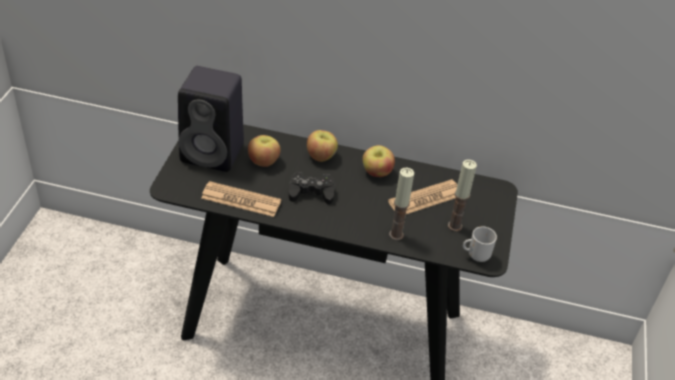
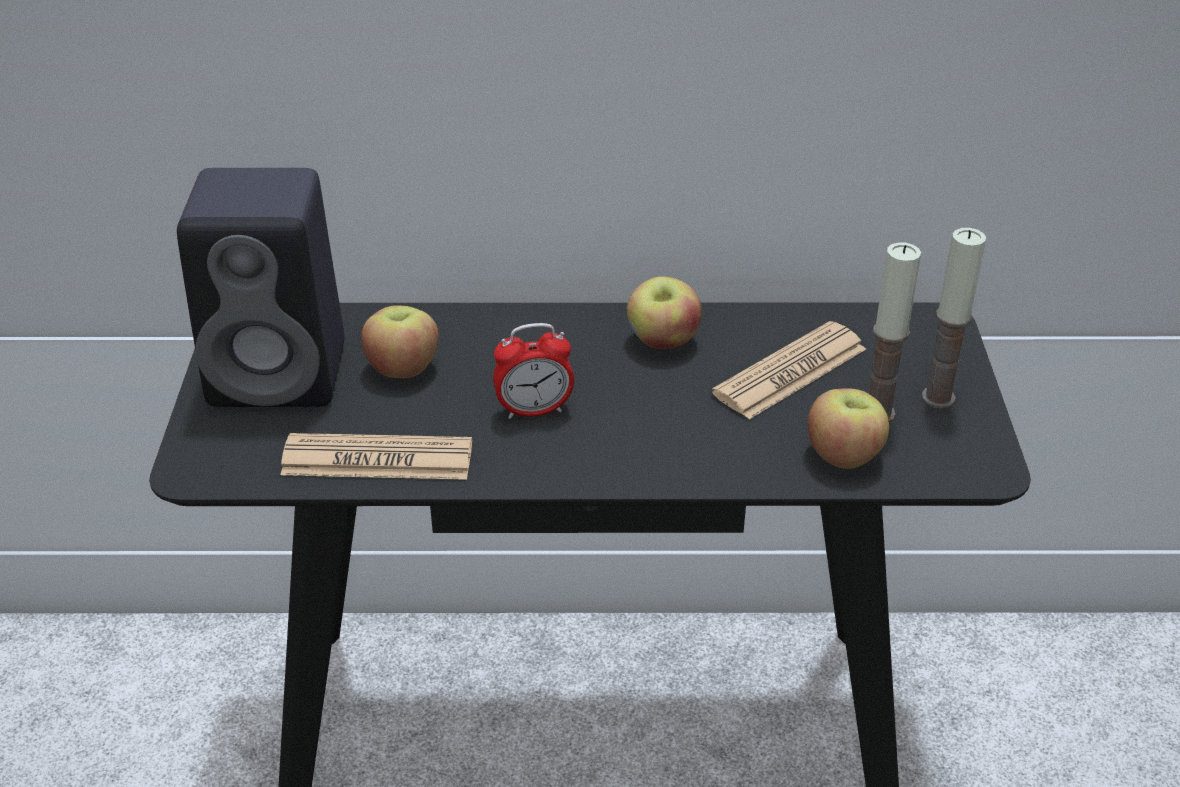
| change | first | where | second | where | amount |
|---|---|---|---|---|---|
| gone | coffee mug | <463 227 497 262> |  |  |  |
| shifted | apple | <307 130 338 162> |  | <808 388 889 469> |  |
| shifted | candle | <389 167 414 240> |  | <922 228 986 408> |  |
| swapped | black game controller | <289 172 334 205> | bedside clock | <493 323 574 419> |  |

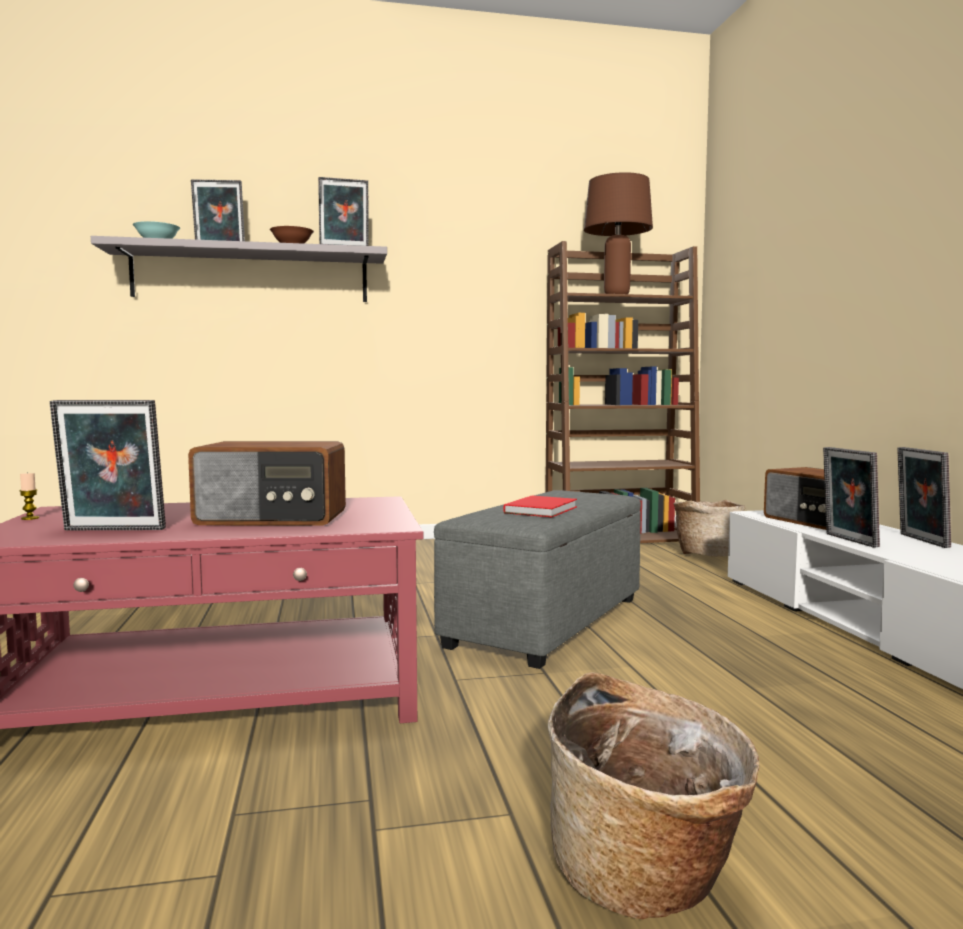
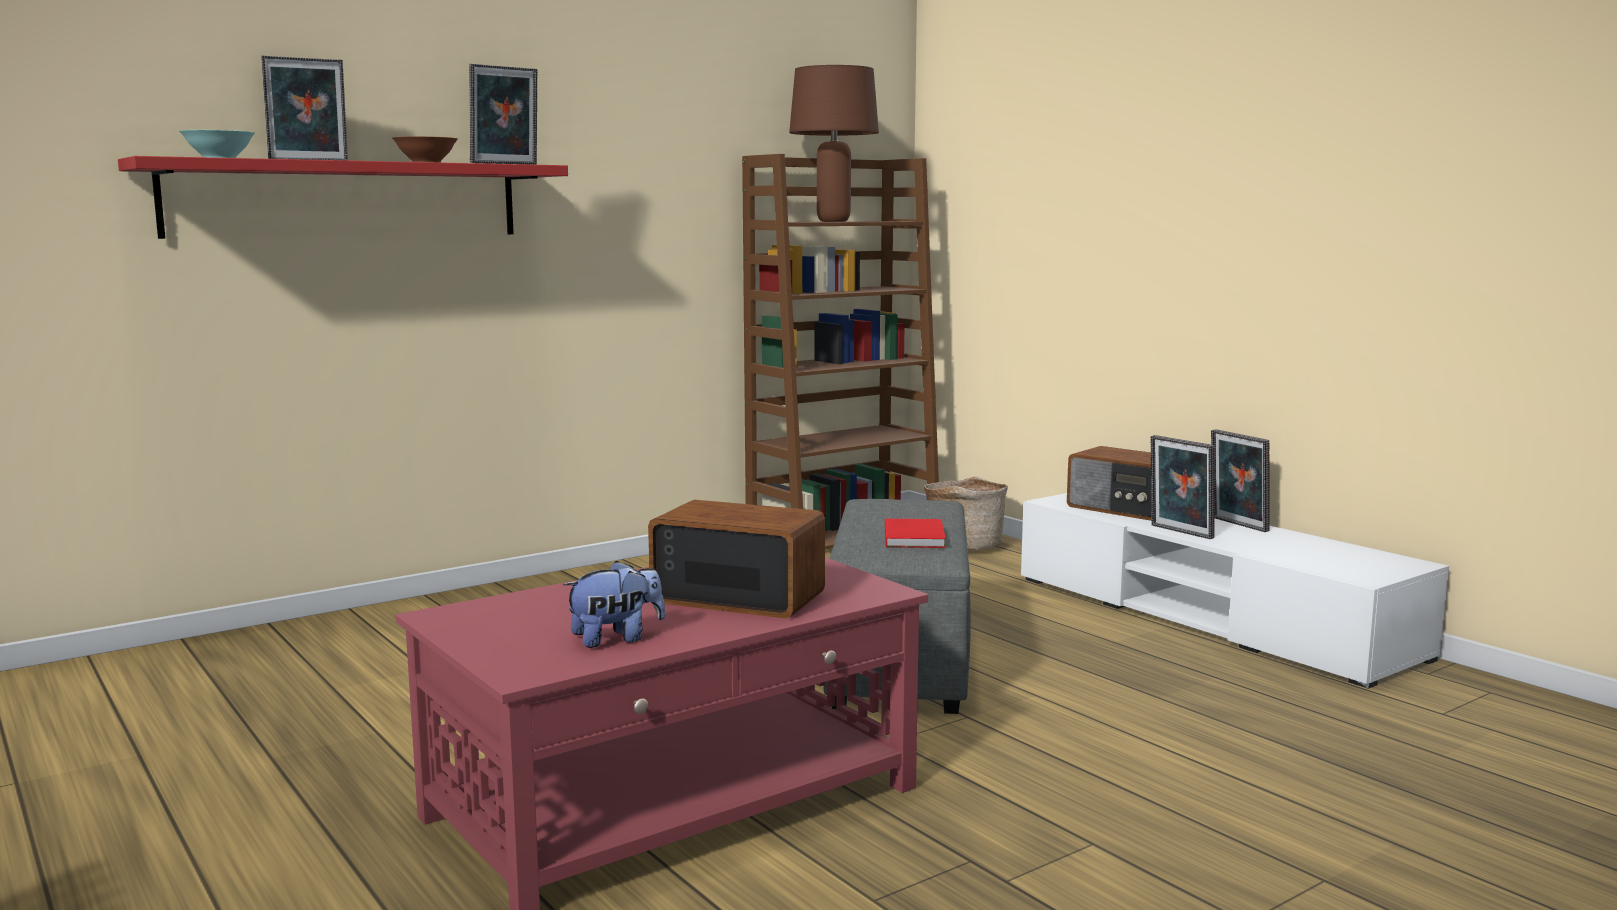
| change | first | where | second | where | amount |
|---|---|---|---|---|---|
| gone | candle | <19 472 39 520> |  |  |  |
| gone | storage basket | <548 672 759 919> |  |  |  |
| swapped | standing frame | <50 400 166 530> | cuddly toy | <563 560 665 648> |  |
| repainted | greyish bracket shelf | <91 236 387 302> | red bracket shelf | <118 156 568 239> |  |
| rotated | radio receiver | <188 441 346 526> |  | <648 500 825 618> | 135 degrees counterclockwise |

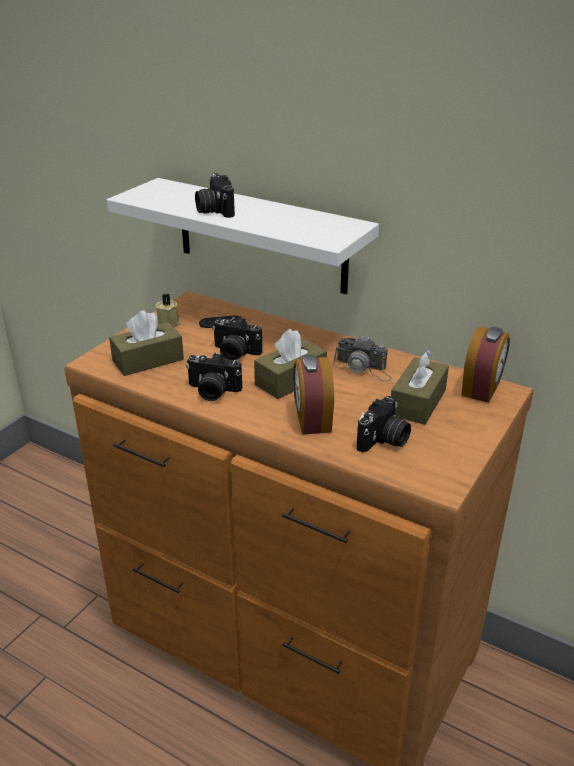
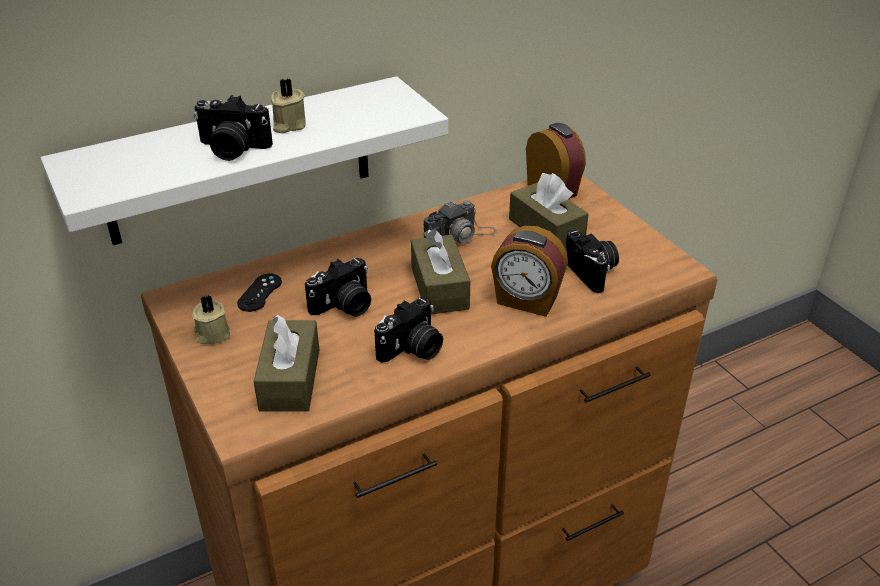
| change | first | where | second | where | amount |
|---|---|---|---|---|---|
| new |  |  | sand-coloured candle | <271 78 306 134> |  |

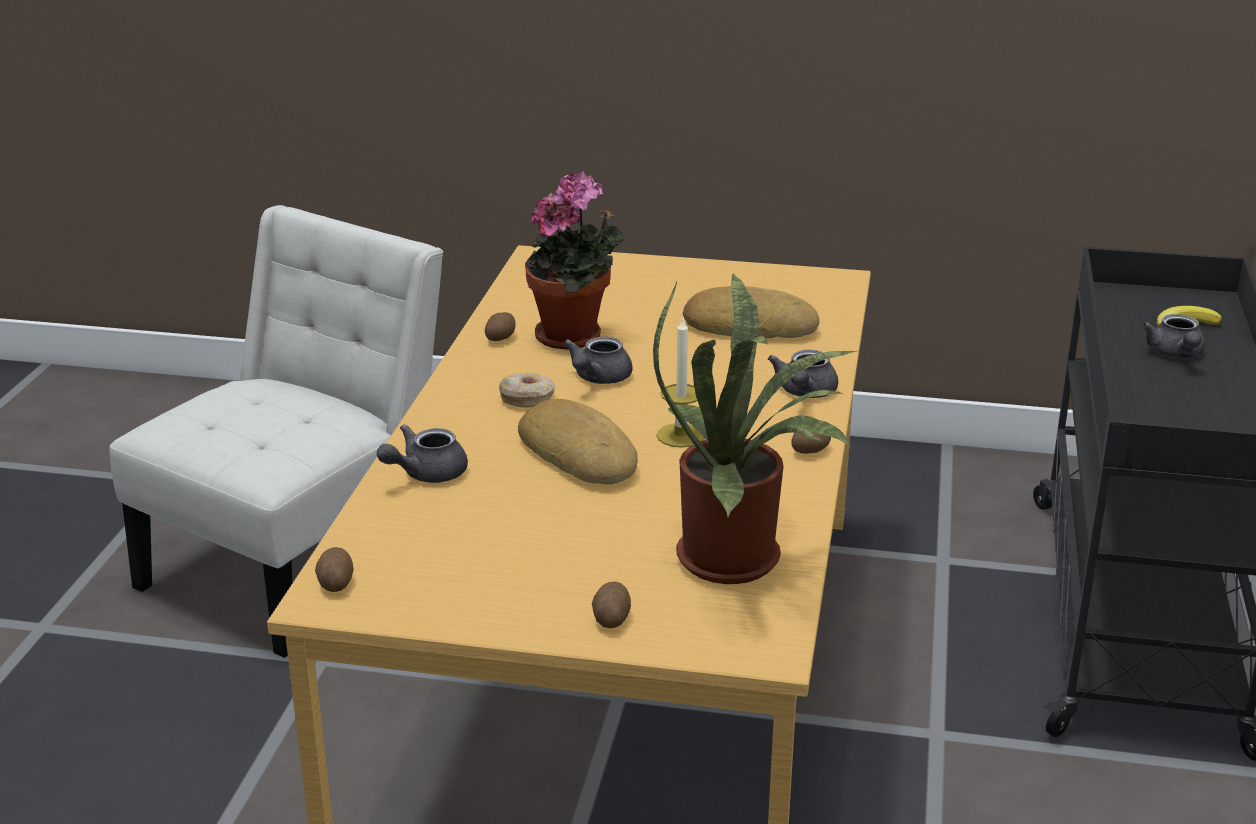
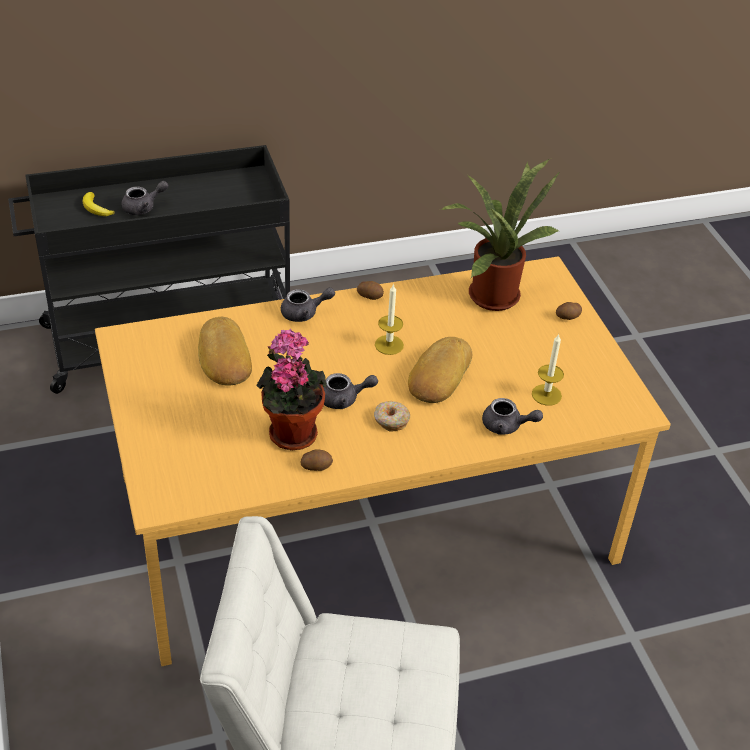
| change | first | where | second | where | amount |
|---|---|---|---|---|---|
| gone | potato | <315 547 354 592> |  |  |  |
| new |  |  | candle | <532 333 564 406> |  |

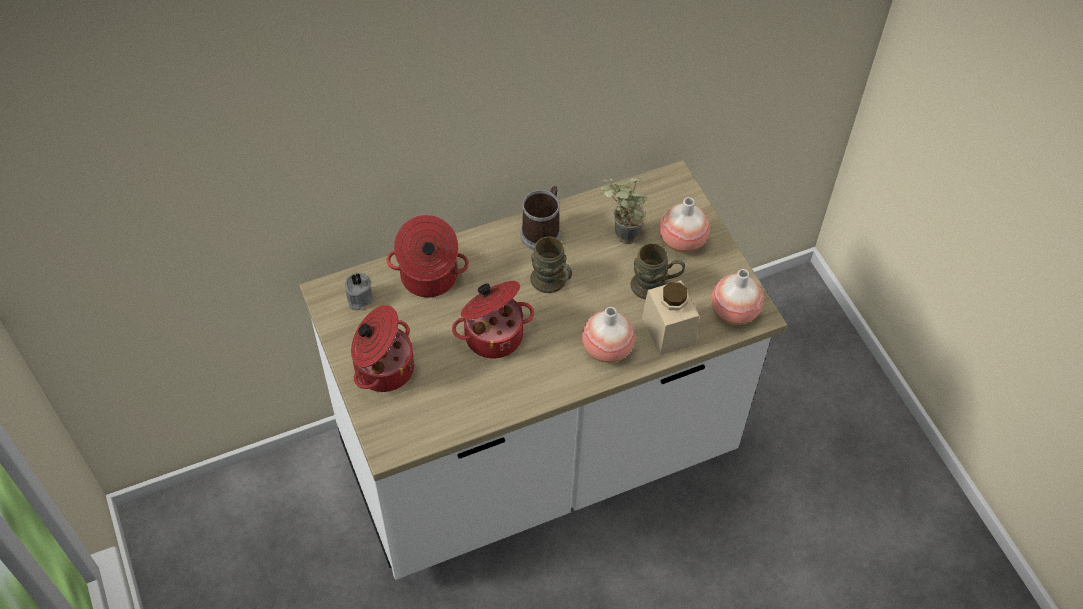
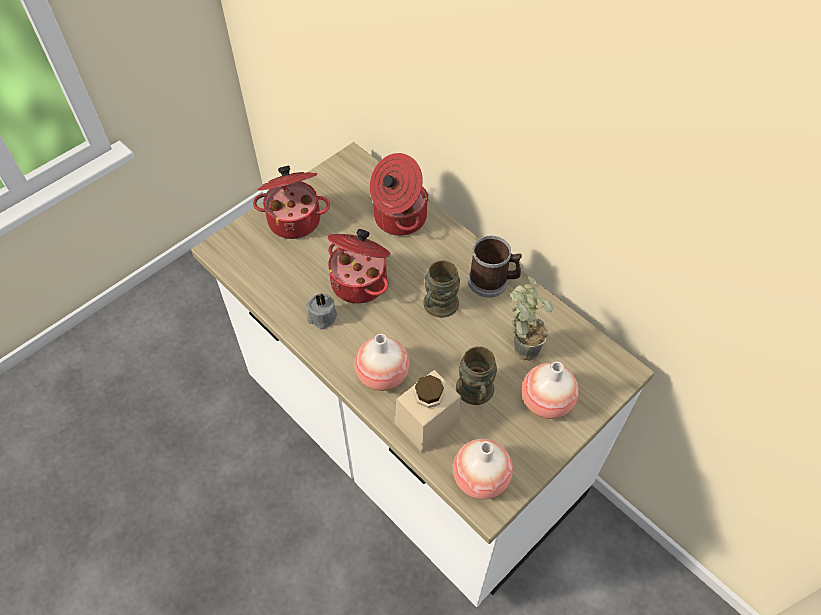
| change | first | where | second | where | amount |
|---|---|---|---|---|---|
| shifted | greyish candle | <345 273 373 310> |  | <307 294 337 329> |  |

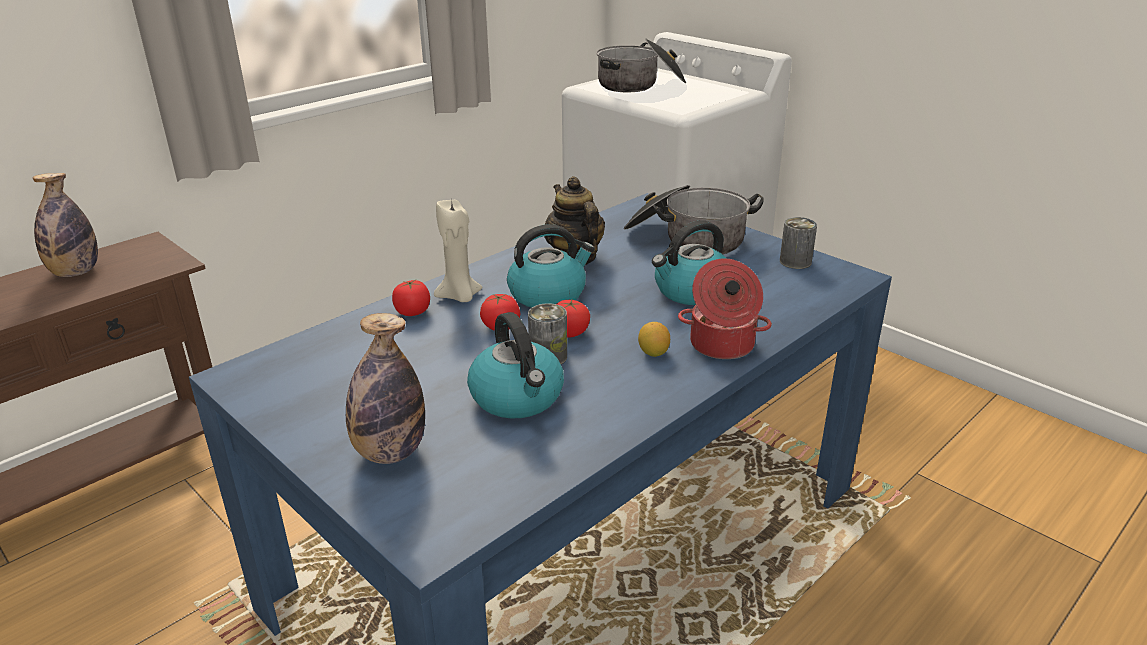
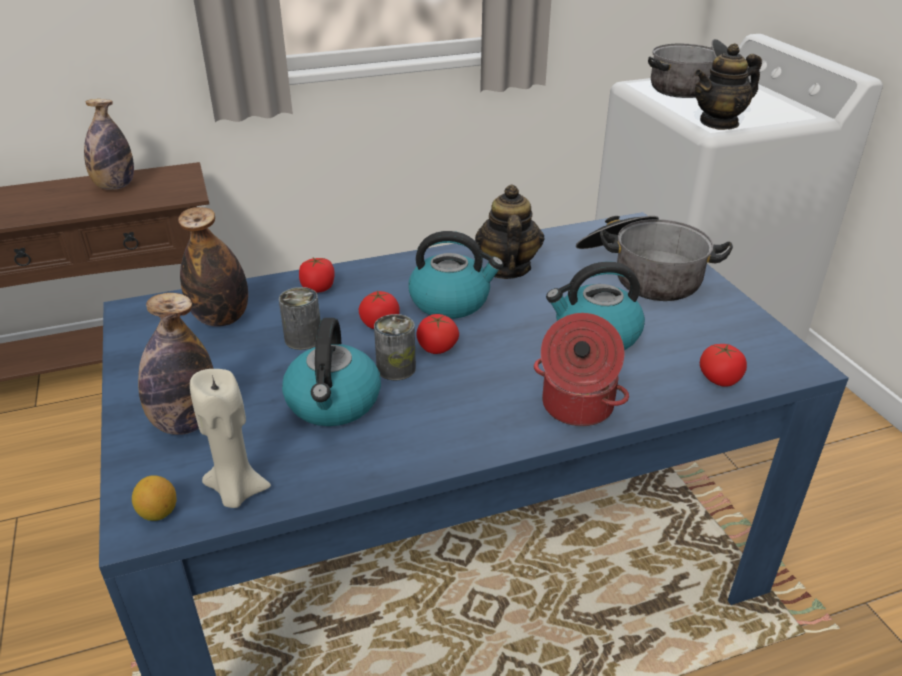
| change | first | where | second | where | amount |
|---|---|---|---|---|---|
| new |  |  | bottle | <178 207 248 327> |  |
| new |  |  | teapot | <695 43 762 130> |  |
| new |  |  | tomato | <700 344 747 387> |  |
| shifted | sand-coloured candle | <434 200 483 302> |  | <190 369 271 508> |  |
| shifted | citrus fruit | <638 322 670 357> |  | <132 475 176 521> |  |
| shifted | sealed can | <780 217 817 269> |  | <279 287 320 350> |  |

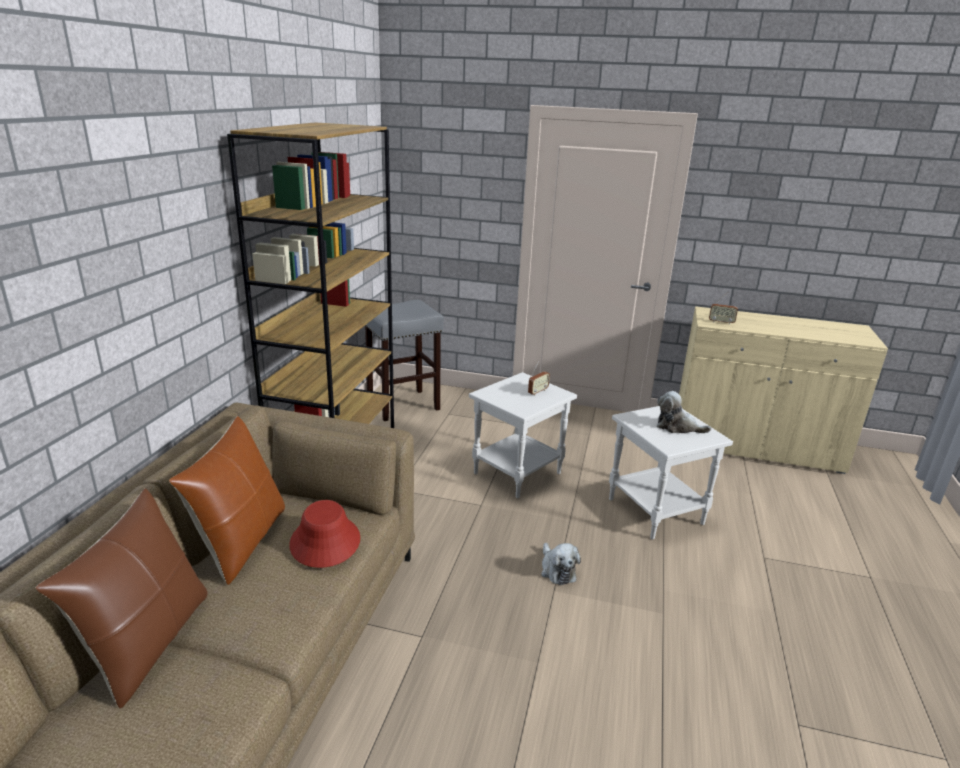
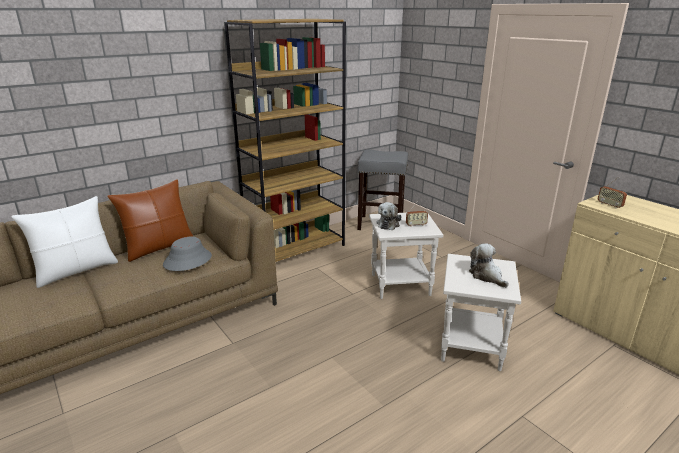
| change | first | where | second | where | amount |
|---|---|---|---|---|---|
| shifted | cuddly toy | <541 543 581 585> |  | <376 202 402 230> |  |
| repainted | brown-coloured cushion | <35 488 207 708> | white cushion | <11 196 118 288> |  |
| repainted | red clothing hat | <289 500 360 568> | greyish clothing hat | <163 237 212 271> |  |

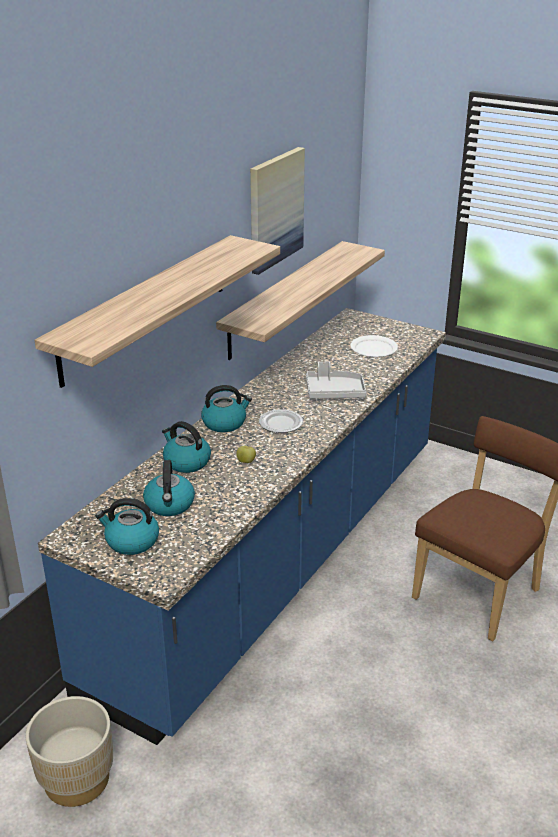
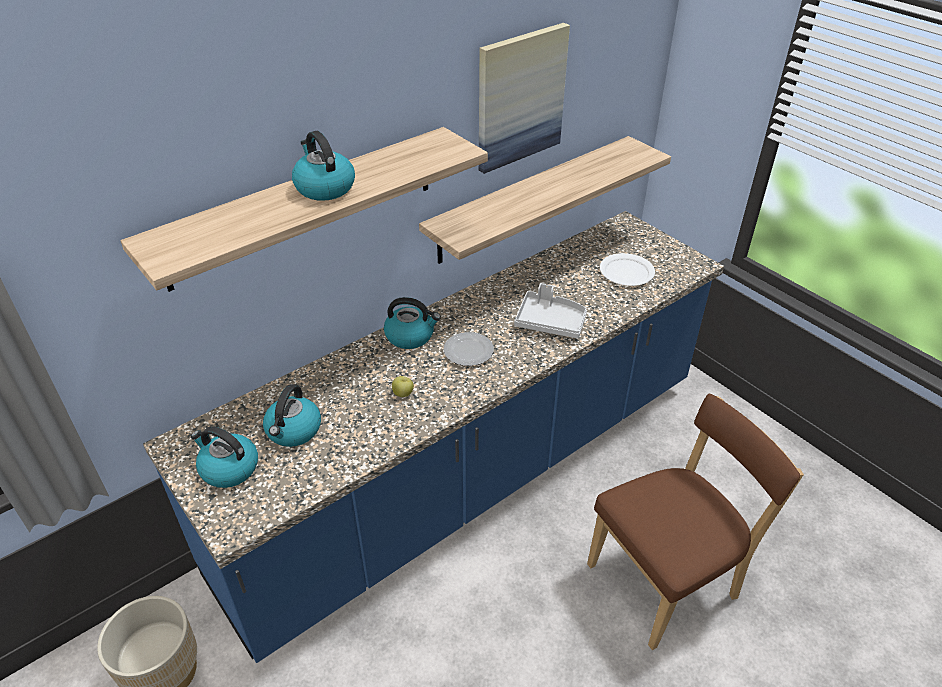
| change | first | where | second | where | amount |
|---|---|---|---|---|---|
| shifted | water kettle | <162 421 211 473> |  | <292 131 355 201> |  |

